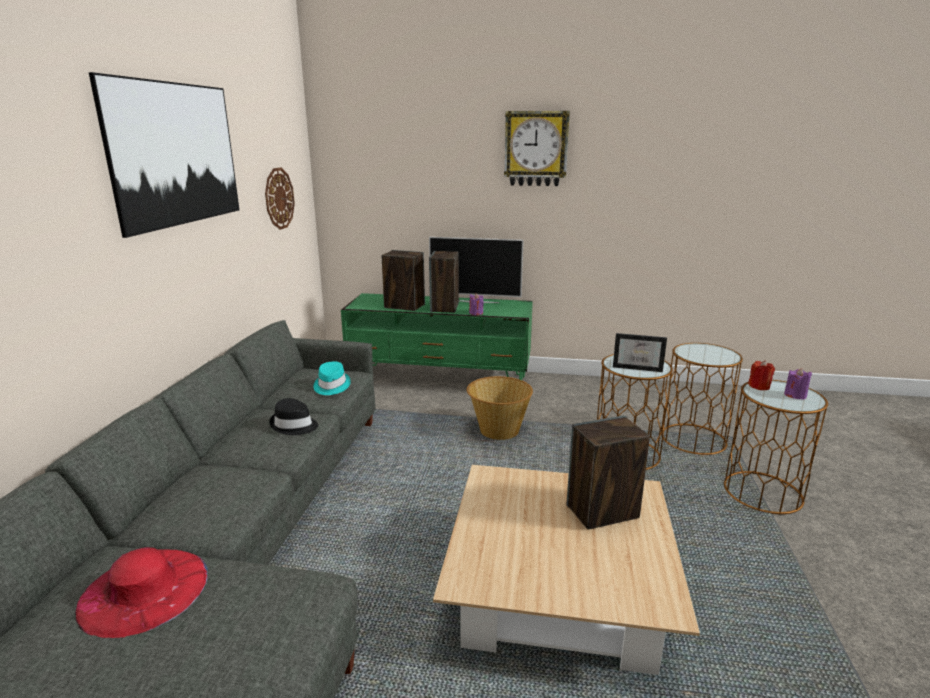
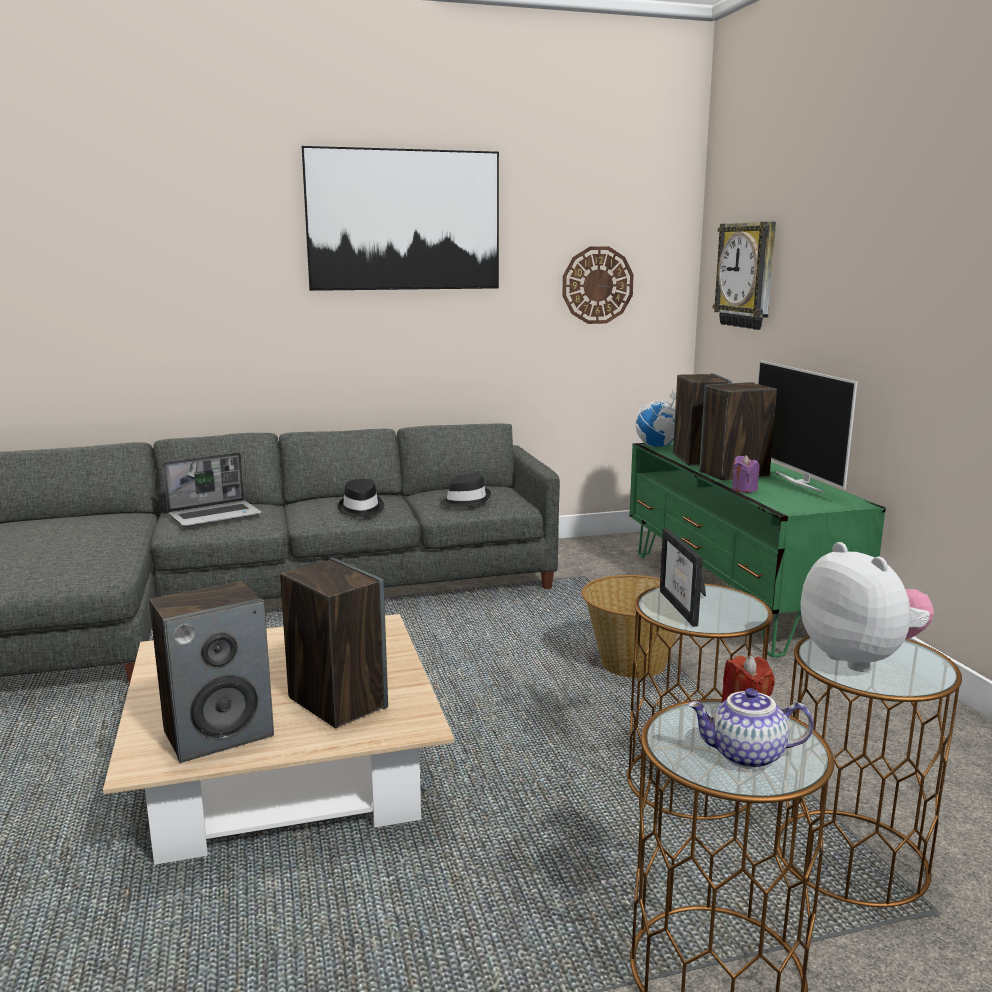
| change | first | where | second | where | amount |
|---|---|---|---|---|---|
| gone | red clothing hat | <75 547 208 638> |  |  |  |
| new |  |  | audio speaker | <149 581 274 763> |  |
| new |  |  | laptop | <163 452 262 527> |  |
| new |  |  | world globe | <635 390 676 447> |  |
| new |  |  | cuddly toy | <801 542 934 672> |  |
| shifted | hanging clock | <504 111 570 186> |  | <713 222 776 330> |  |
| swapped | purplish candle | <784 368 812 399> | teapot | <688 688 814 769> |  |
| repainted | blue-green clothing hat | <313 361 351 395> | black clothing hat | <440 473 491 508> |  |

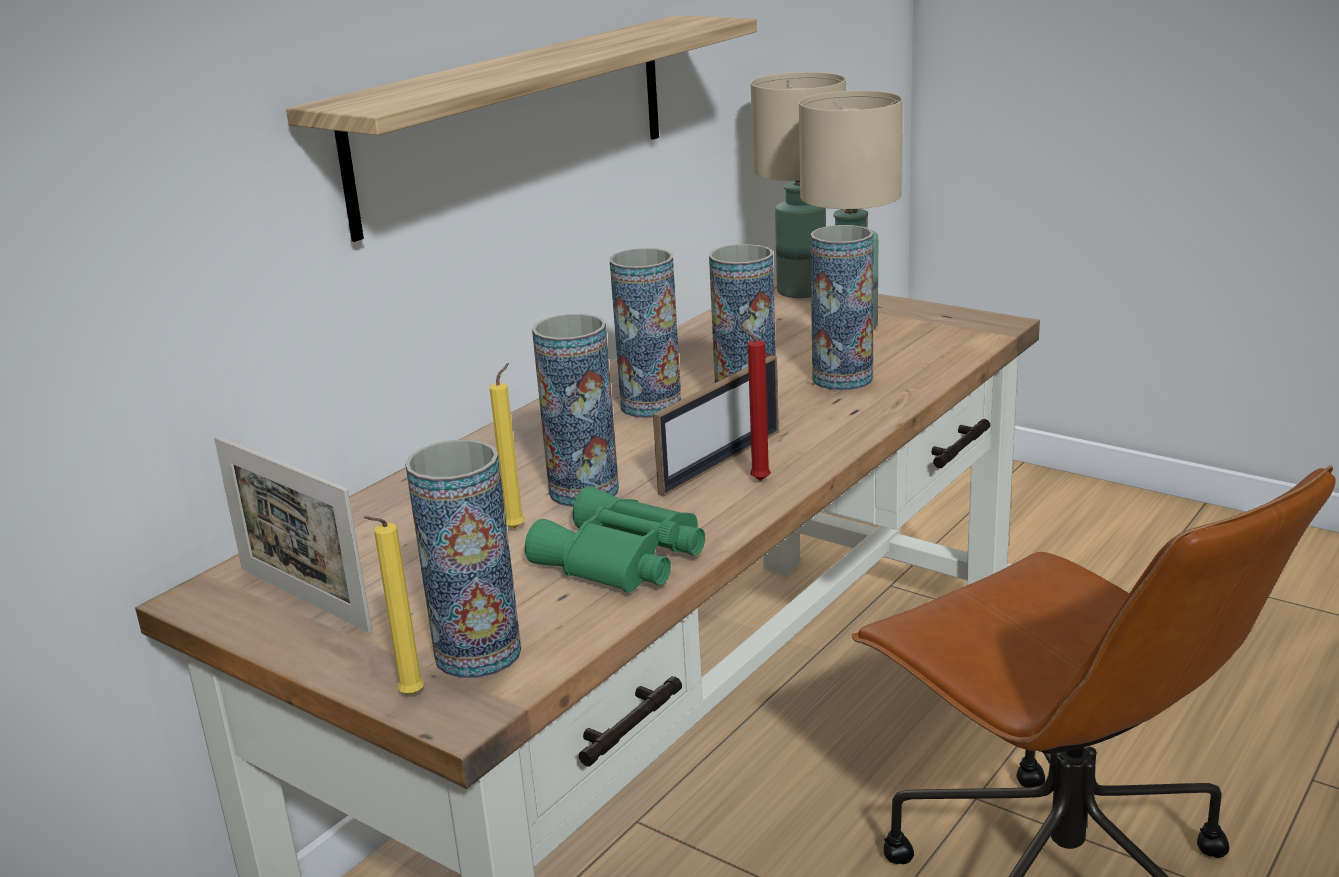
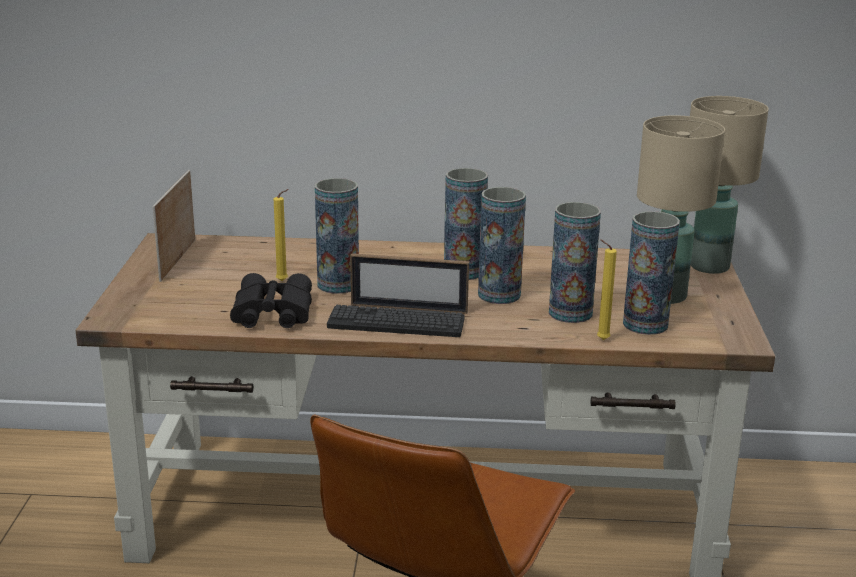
| change | first | where | second | where | amount |
|---|---|---|---|---|---|
| gone | bracket shelf | <286 16 757 242> |  |  |  |
| shifted | yellowish candle | <364 516 424 695> |  | <597 239 617 340> |  |
| shifted | vase | <405 440 521 678> |  | <623 211 680 335> |  |
| swapped | red candle | <740 324 771 481> | keyboard | <327 305 465 337> |  |
| repainted | greenish binoculars | <525 486 705 593> | black binoculars | <230 273 312 328> |  |

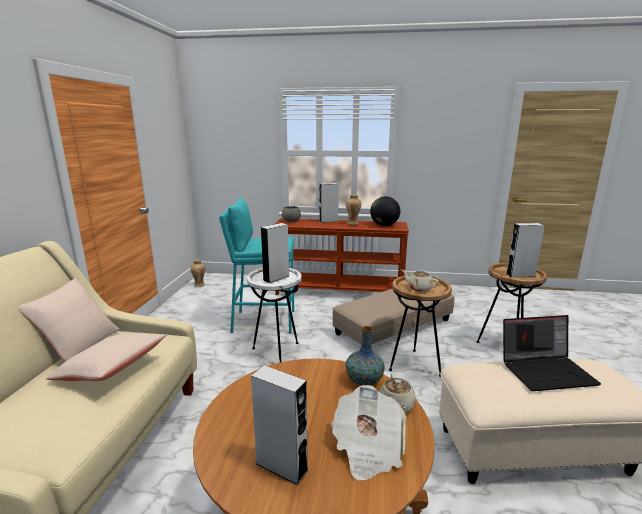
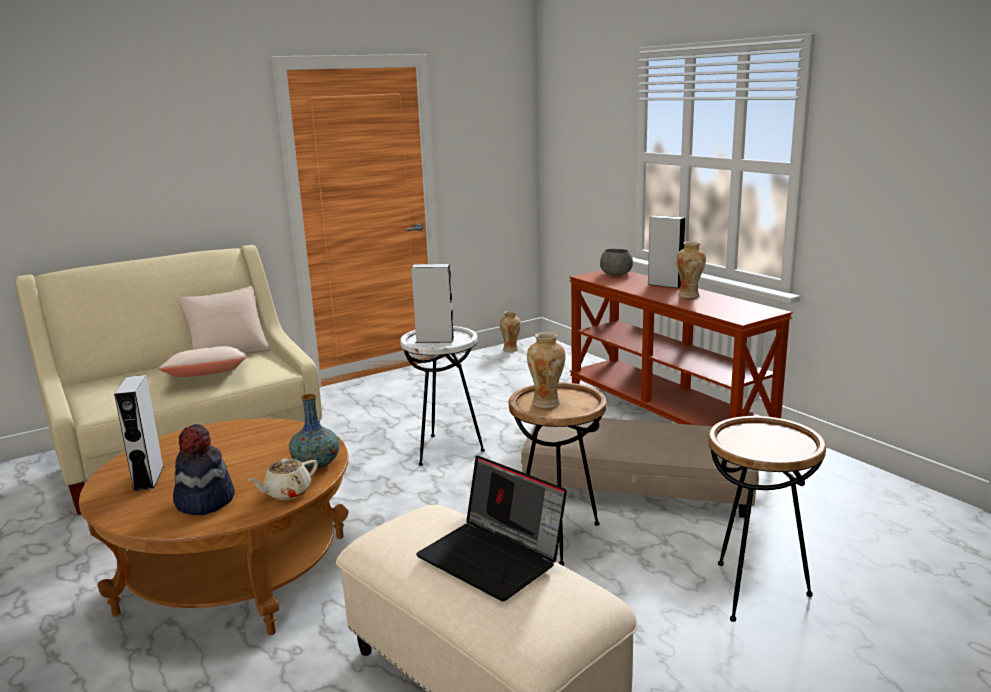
| change | first | where | second | where | amount |
|---|---|---|---|---|---|
| gone | blue-green stool | <219 198 294 334> |  |  |  |
| gone | world globe | <370 196 400 226> |  |  |  |
| gone | greyish audio speaker | <507 223 545 277> |  |  |  |
| swapped | daily paper | <331 385 406 481> | clothing hat | <173 424 235 515> |  |
| swapped | sand-coloured teapot | <402 270 439 292> | vase | <527 332 566 408> |  |

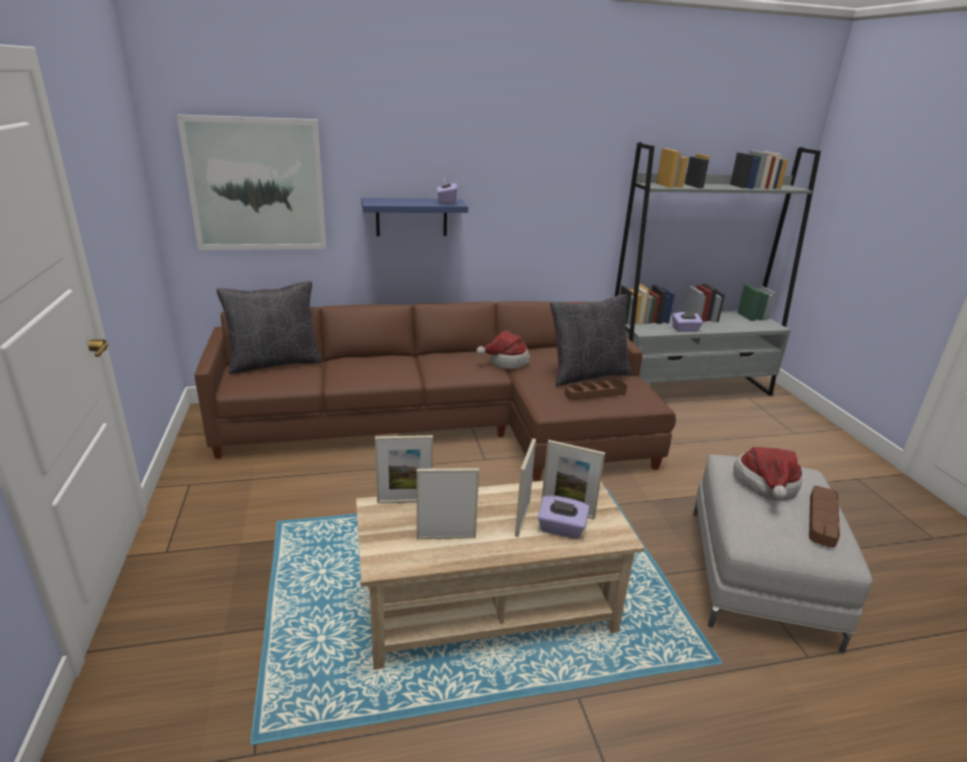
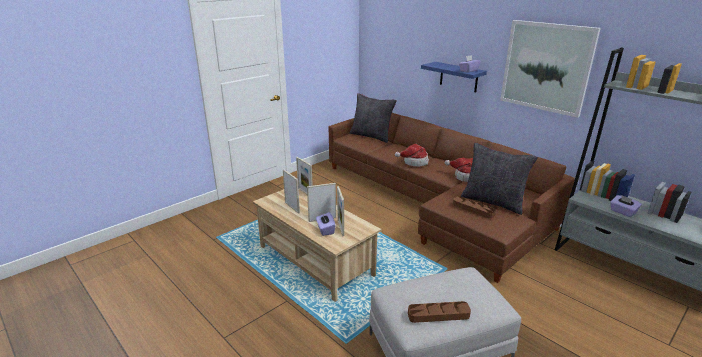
| change | first | where | second | where | amount |
|---|---|---|---|---|---|
| shifted | wall picture | <177 115 326 250> |  | <500 20 601 118> |  |
| shifted | clothing hat | <733 447 802 501> |  | <395 144 429 167> |  |

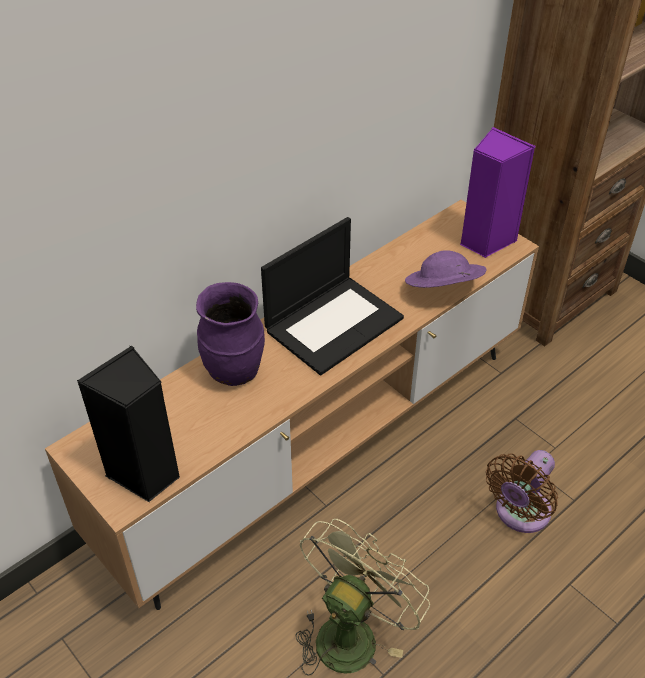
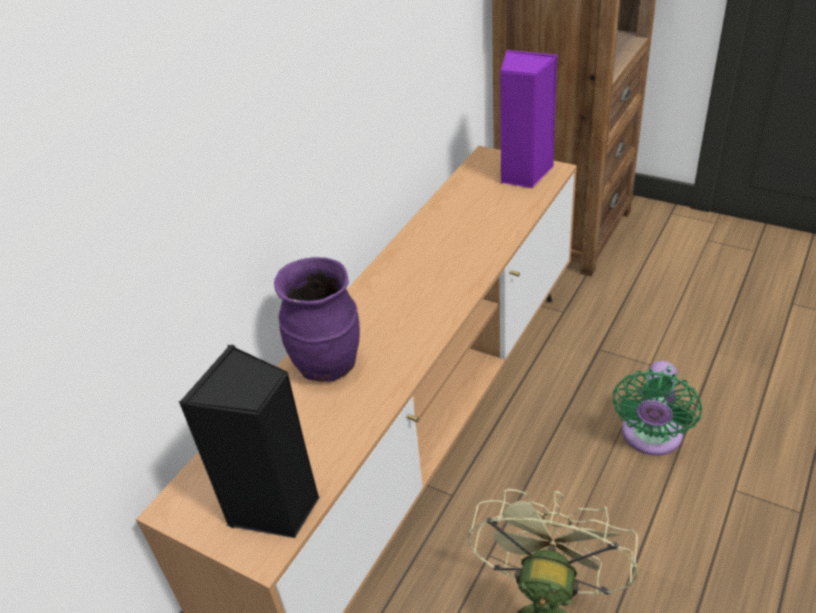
| change | first | where | second | where | amount |
|---|---|---|---|---|---|
| gone | laptop | <261 217 404 376> |  |  |  |
| gone | purplish clothing hat | <405 251 487 288> |  |  |  |
| repainted | brown-coloured electric fan | <486 450 558 533> | greenish electric fan | <613 361 702 456> |  |

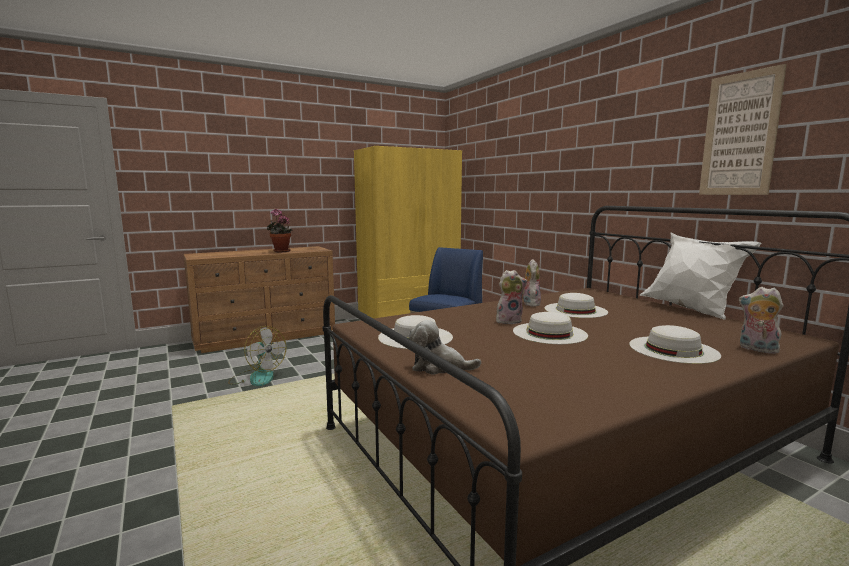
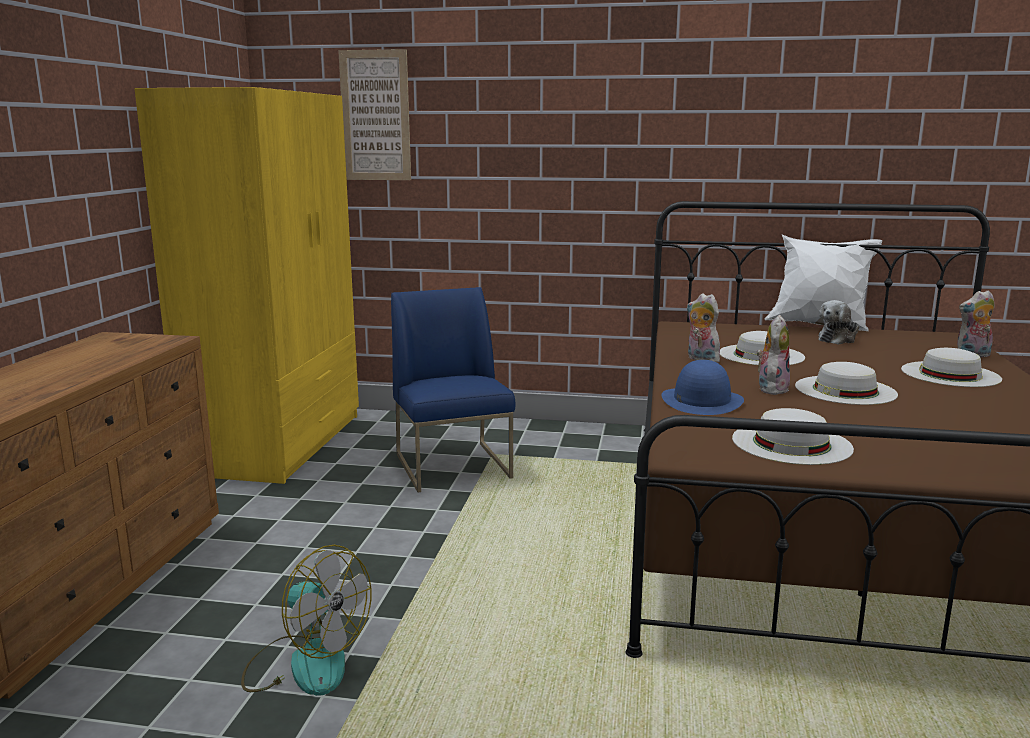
| change | first | where | second | where | amount |
|---|---|---|---|---|---|
| gone | potted plant | <267 209 292 252> |  |  |  |
| new |  |  | bluish clothing hat | <662 360 744 415> |  |
| shifted | cuddly toy | <409 320 481 375> |  | <818 300 859 345> |  |
| shifted | wall picture | <699 64 787 195> |  | <338 49 411 180> |  |
| rotated | electric fan | <228 326 286 386> |  | <241 545 372 696> | 45 degrees clockwise |

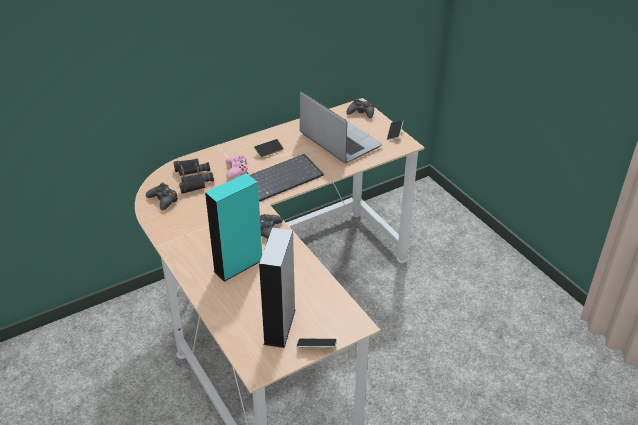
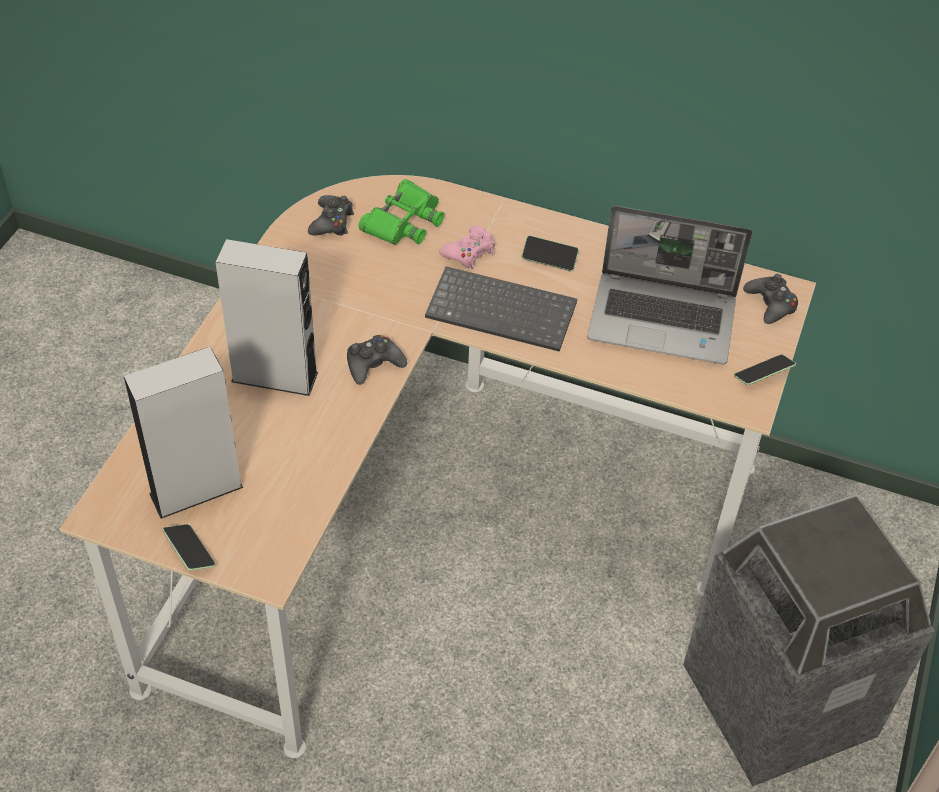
| change | first | where | second | where | amount |
|---|---|---|---|---|---|
| new |  |  | trash can | <683 494 935 786> |  |
| repainted | black binoculars | <174 159 214 193> | greenish binoculars | <359 179 444 245> |  |
| repainted | blue-green audio speaker | <205 173 262 282> | greyish audio speaker | <215 239 318 396> |  |
| rotated | laptop | <299 91 382 163> |  | <587 206 752 364> | 90 degrees clockwise |

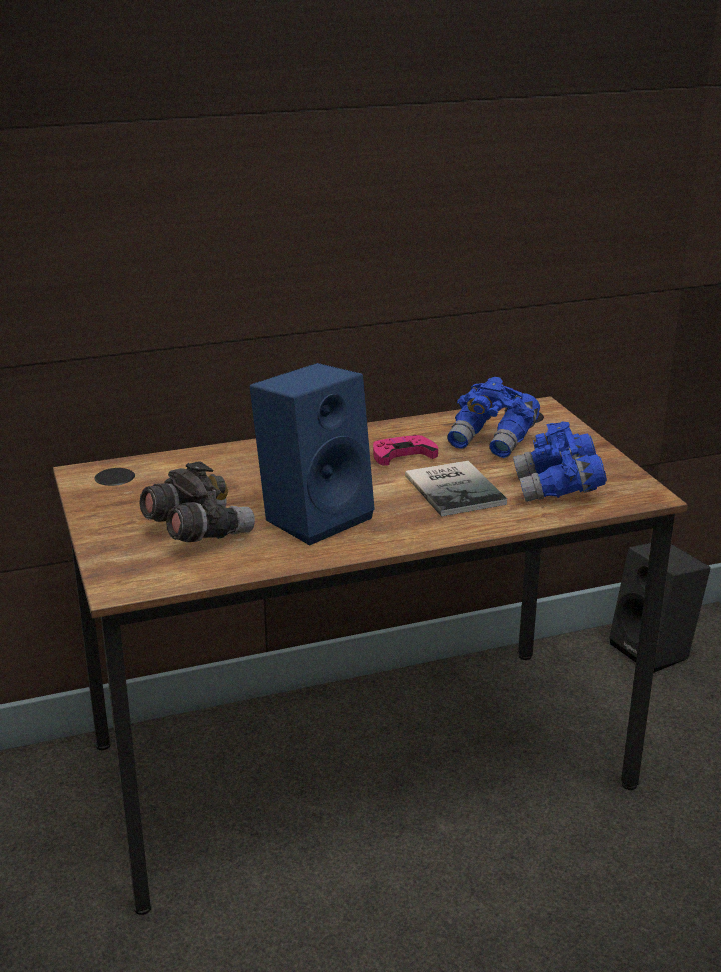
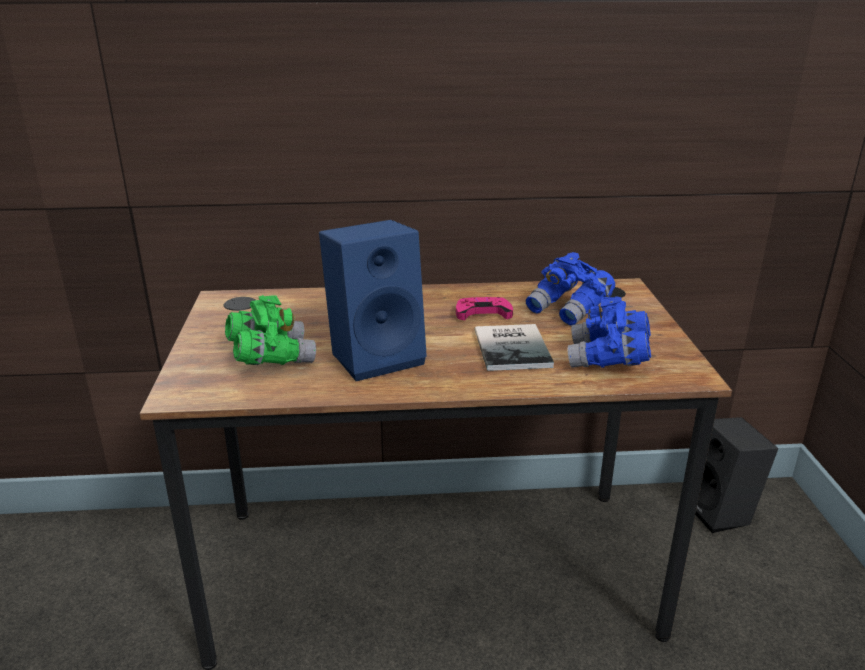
| change | first | where | second | where | amount |
|---|---|---|---|---|---|
| repainted | greyish binoculars | <139 461 255 542> | greenish binoculars | <225 295 316 365> |  |

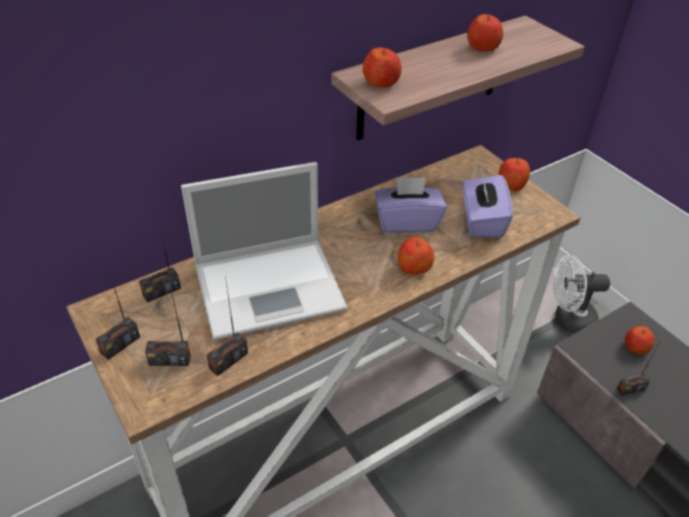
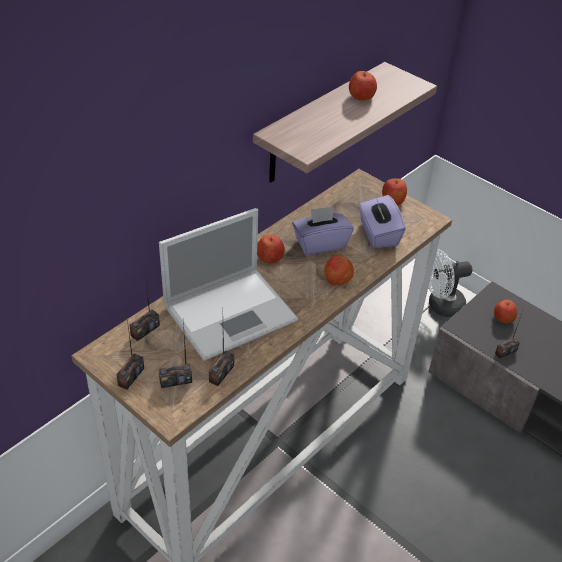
| change | first | where | second | where | amount |
|---|---|---|---|---|---|
| shifted | apple | <363 47 402 88> |  | <257 235 285 264> |  |

